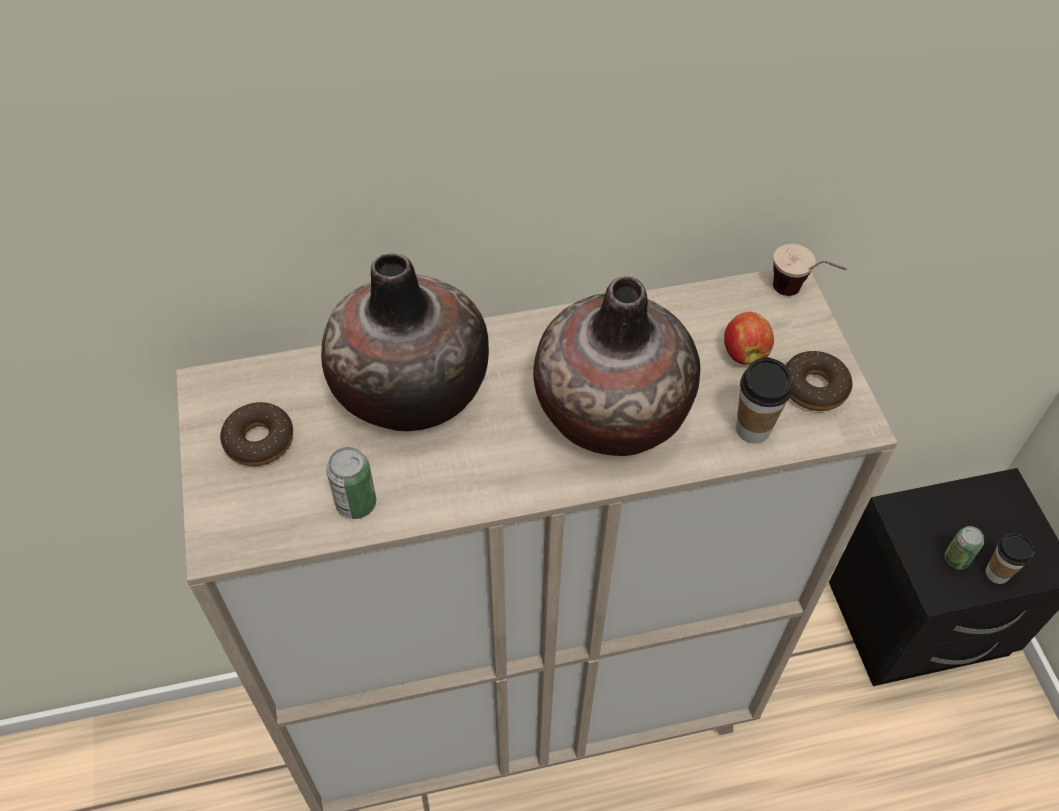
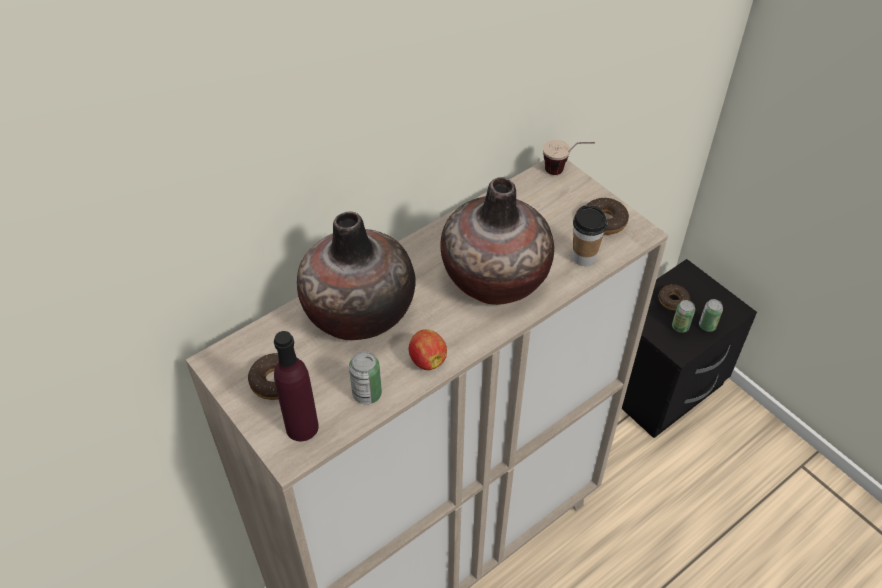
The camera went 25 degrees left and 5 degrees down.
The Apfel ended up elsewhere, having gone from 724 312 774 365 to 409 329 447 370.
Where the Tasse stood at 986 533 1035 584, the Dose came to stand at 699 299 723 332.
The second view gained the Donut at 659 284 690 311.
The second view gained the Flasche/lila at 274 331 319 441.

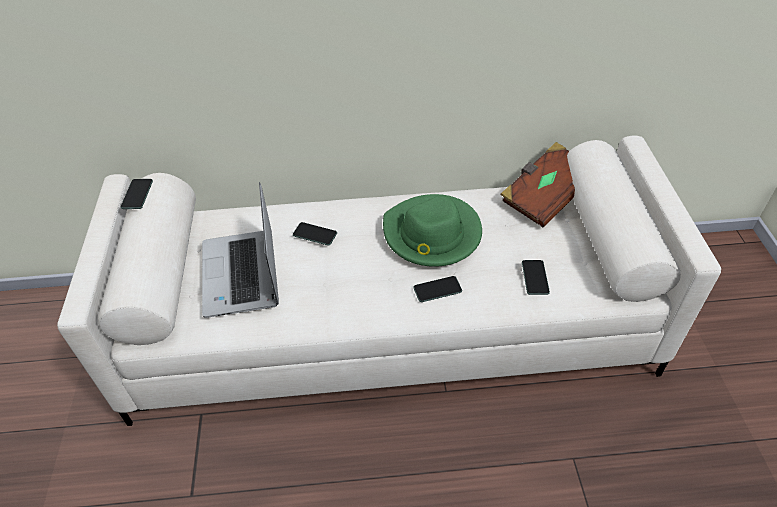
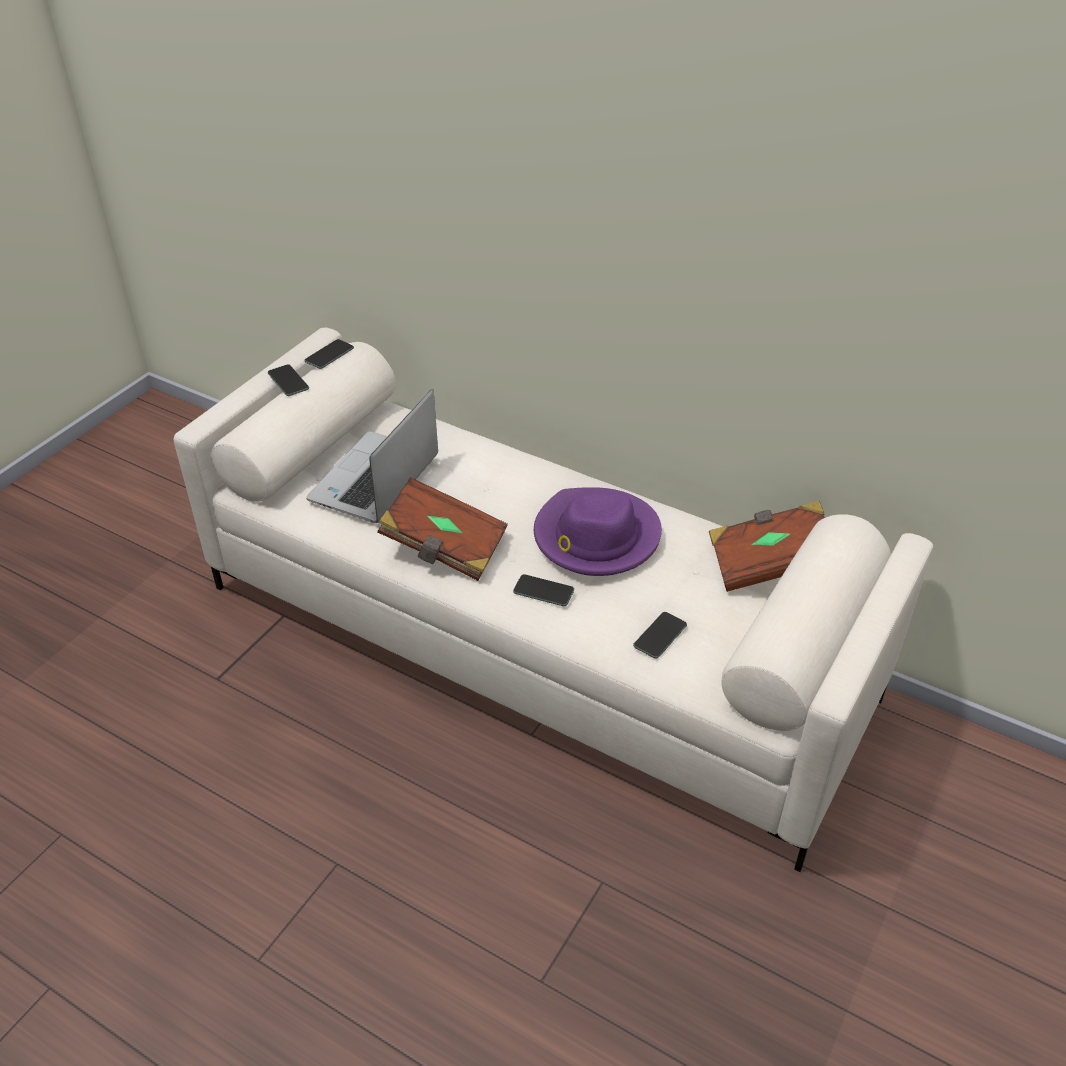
The camera went 35 degrees right and 5 degrees down.
What was the Hut/grün at 383 194 482 267 turned into the Hut/lila at 534 487 662 576.
The Handy ended up elsewhere, having gone from 293 222 337 245 to 268 364 309 396.
The second view gained the Buch/braun at 377 477 508 581.

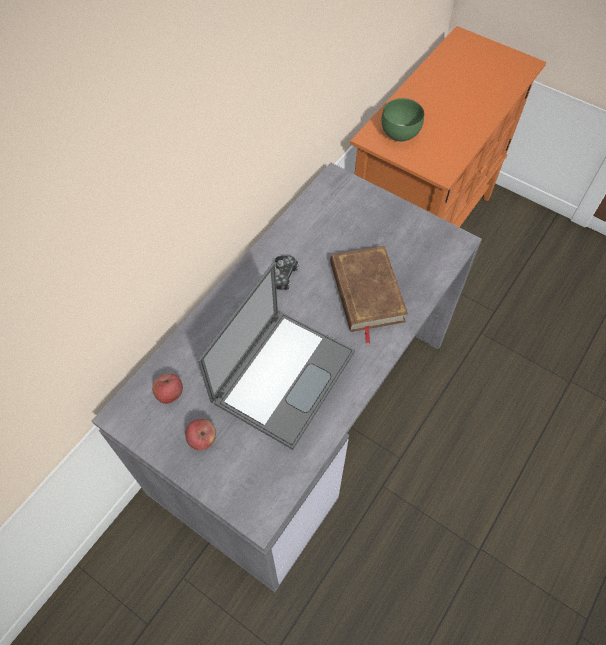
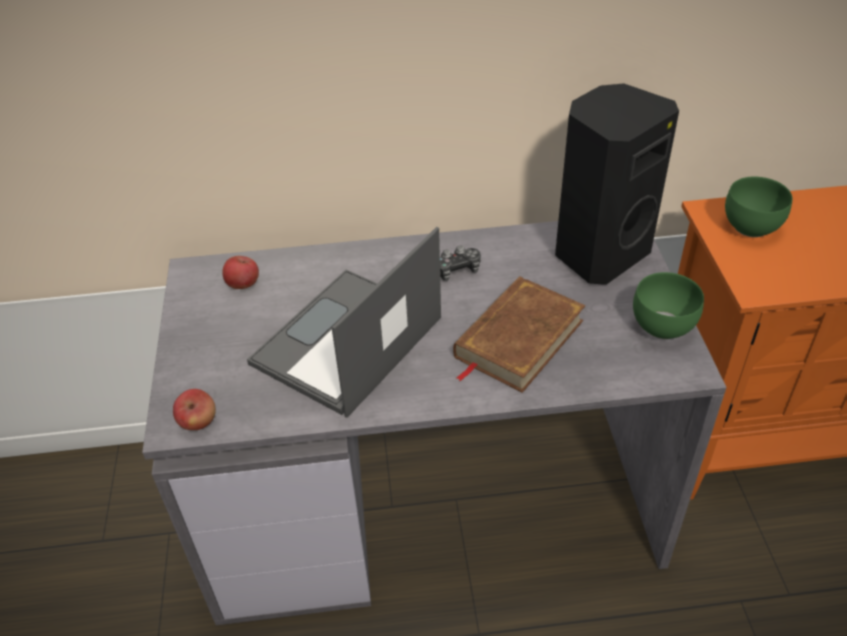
The camera went 50 degrees right and 15 degrees down.
The Laptop at 198 263 355 450 ended up facing another way, 135 degrees clockwise from before.
The Apfel ended up elsewhere, having gone from 185 419 216 450 to 173 389 216 430.
The second view gained the Lautsprecher/schwarz at 555 83 679 285.
The second view gained the Schüssel/grün at 633 272 704 339.

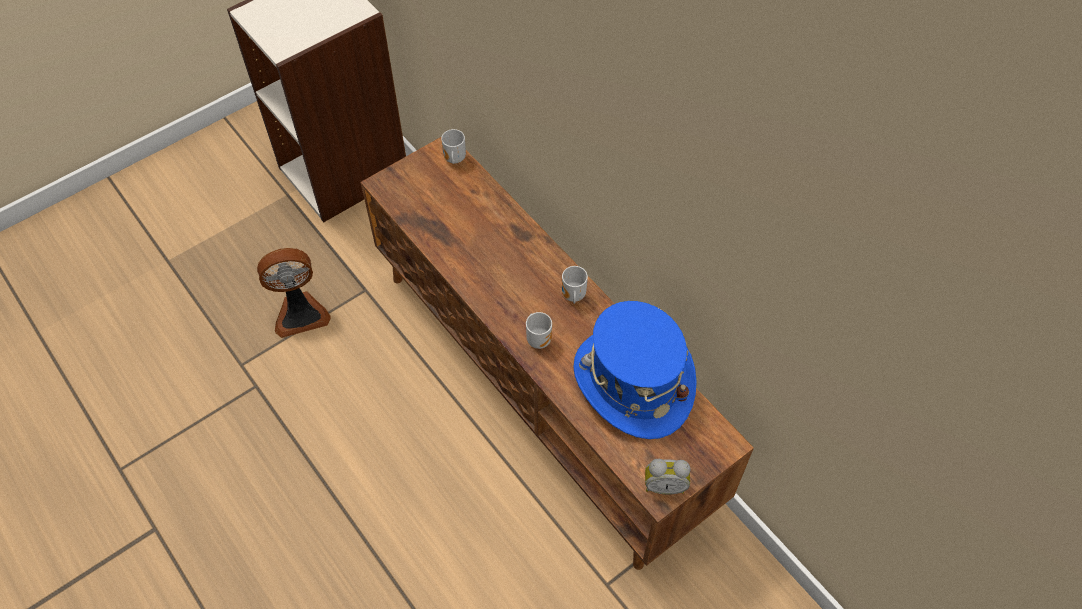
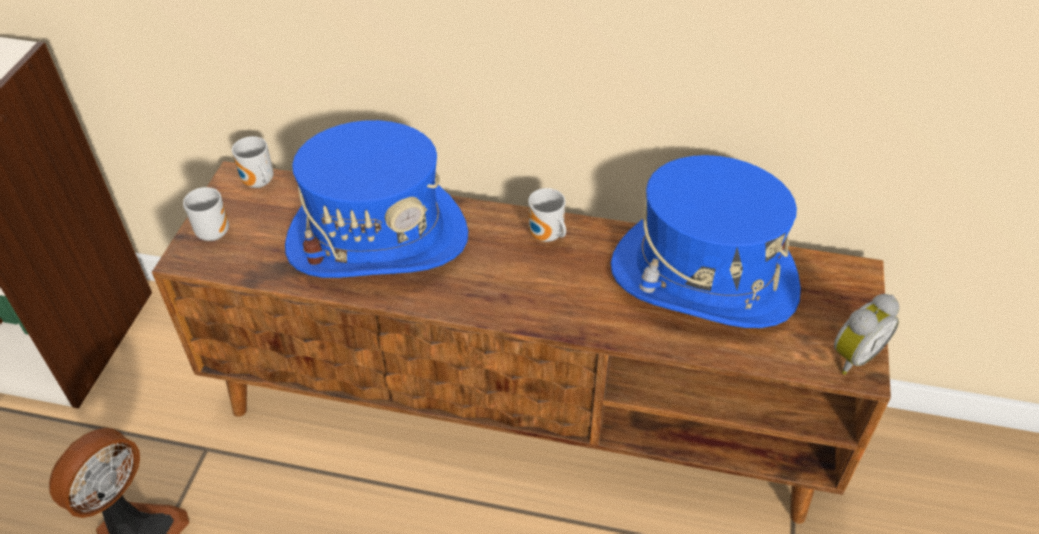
The camera went 40 degrees left and 10 degrees down.
The Henkelbecher ended up elsewhere, having gone from 526 312 552 349 to 183 187 229 241.
The second view gained the Hut/blau at 285 120 468 278.

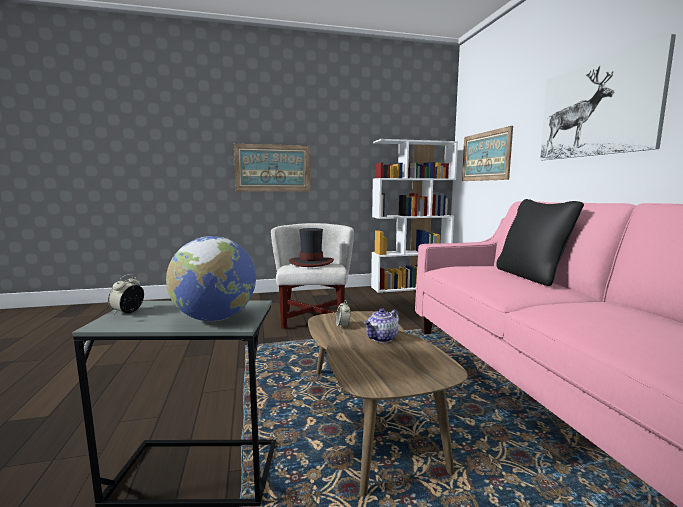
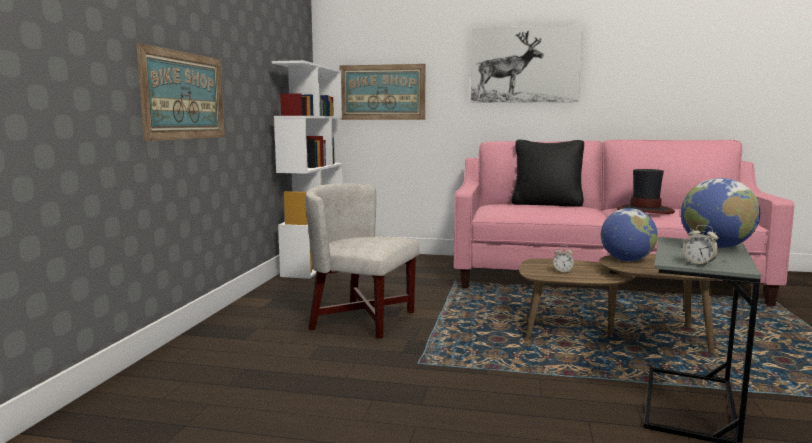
The camera went 65 degrees left and 0 degrees up.
The Hut ended up elsewhere, having gone from 289 228 334 267 to 617 169 675 214.
Where the Teekanne stood at 364 308 399 343, the Globus came to stand at 601 208 658 261.

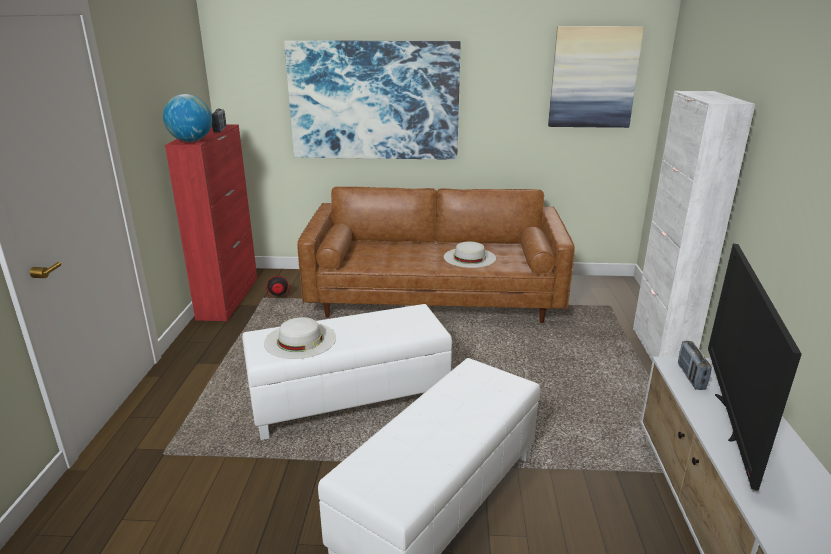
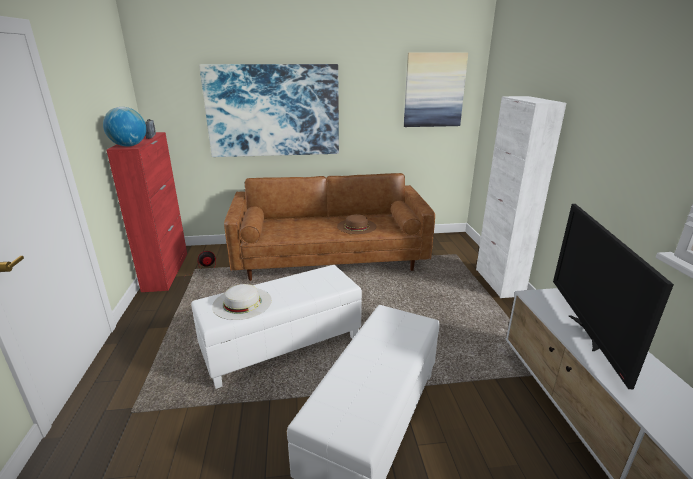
The camera went 10 degrees left and 0 degrees up.
What was the Hut/weiß at 444 242 496 268 turned into the Hut/braun at 337 214 376 234.
The second view lost the Radio at 678 341 712 390.

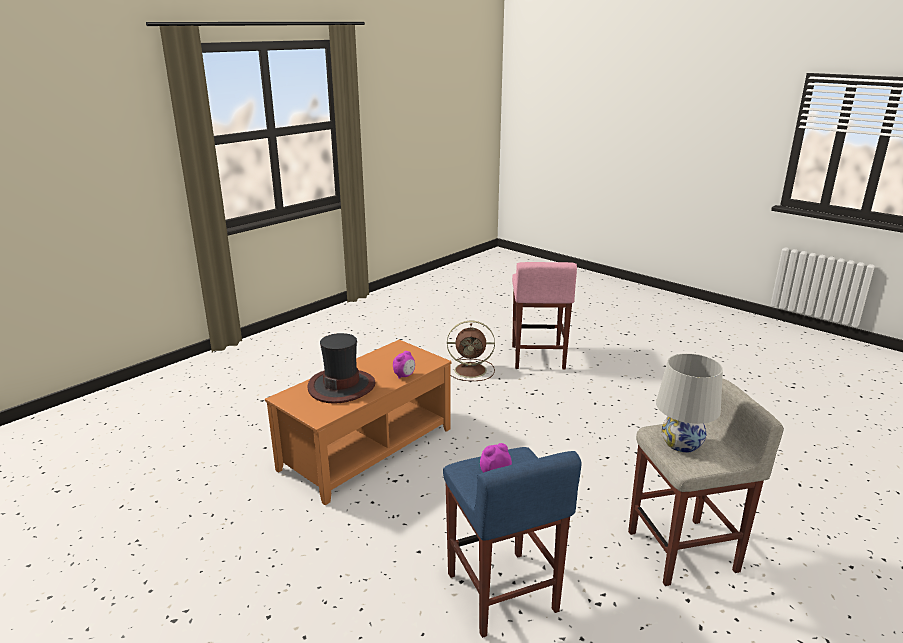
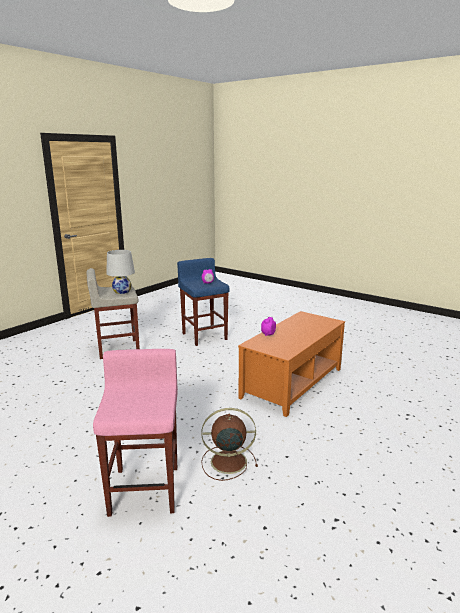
The camera went 175 degrees right and 5 degrees down.
The second view lost the Hut at 307 333 376 404.

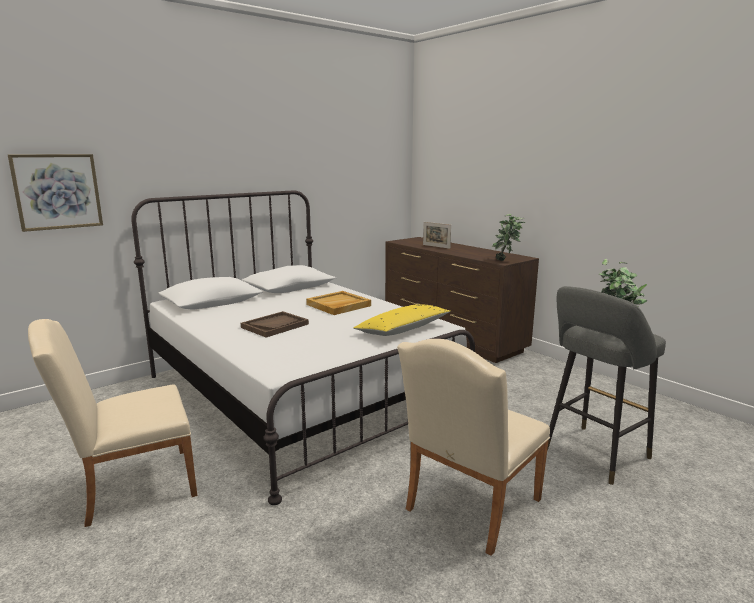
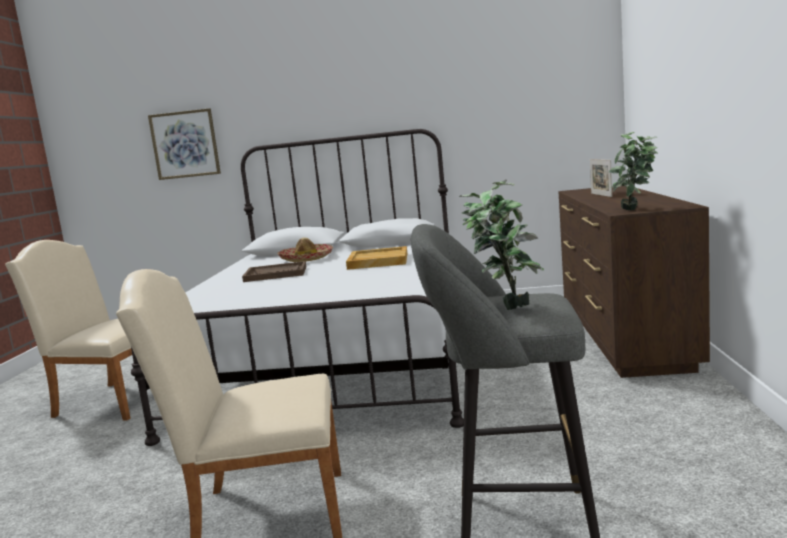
The camera went 45 degrees right and 5 degrees down.
The second view lost the Kissen/gelb at 353 304 451 336.
The second view gained the Hut at 277 237 333 262.

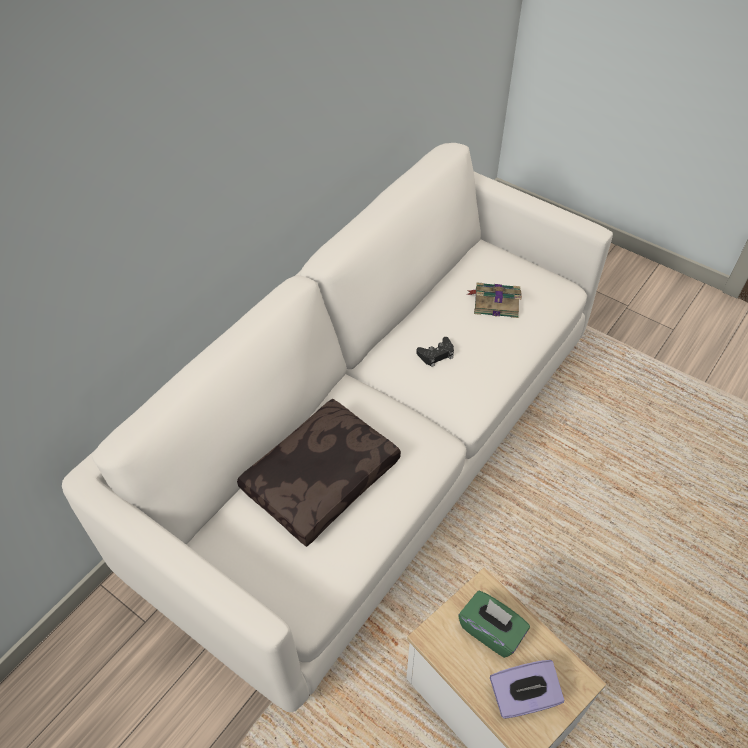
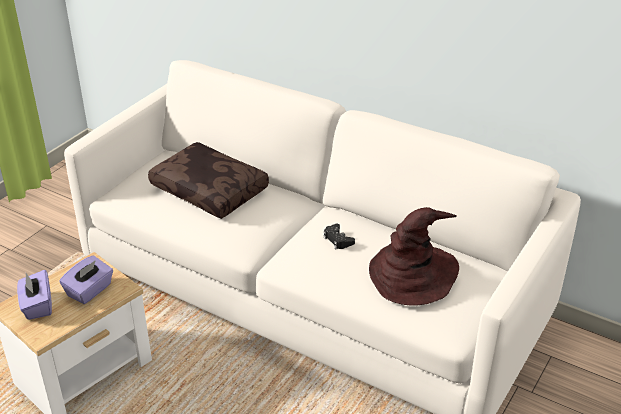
The camera went 85 degrees right and 15 degrees down.
Where the Buch stood at 467 282 522 318, the Hut/braun came to stand at 369 207 459 306.
What was the Taschentuchbox/grün at 458 591 530 658 turned into the Taschentuchbox/lila at 59 255 113 304.

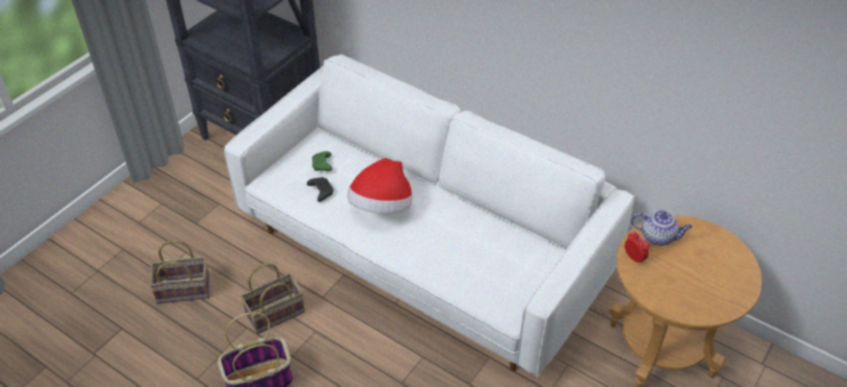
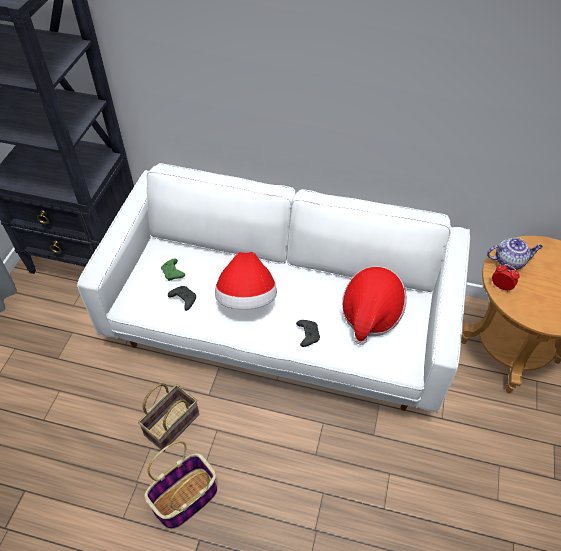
The camera went 20 degrees left and 5 degrees up.
The second view lost the Korb at 149 240 210 304.
The second view gained the Hut at 342 266 407 345.
The second view gained the Gamepad/schwarz at 296 320 320 347.

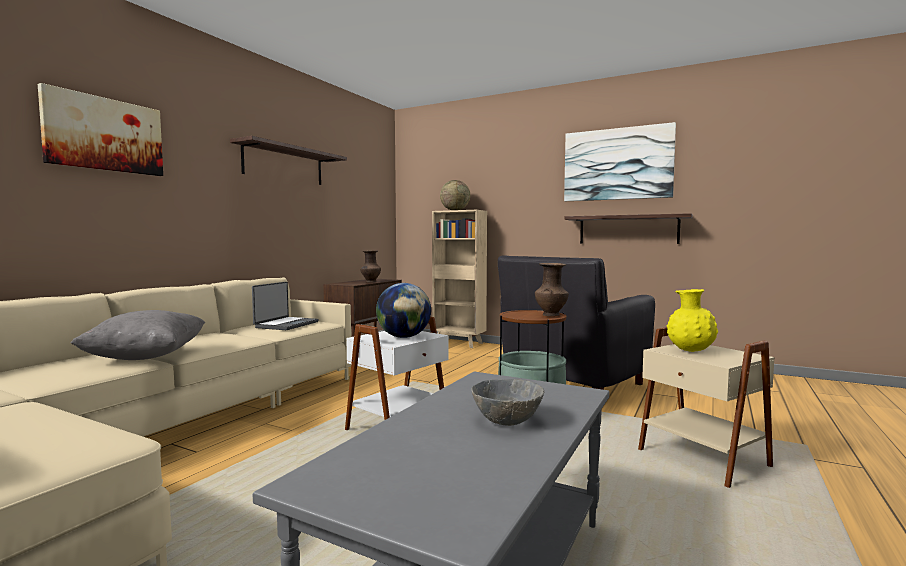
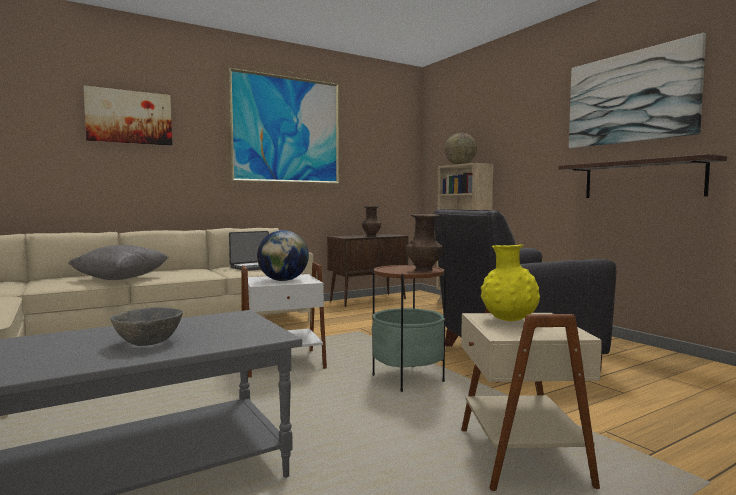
The camera went 30 degrees right and 0 degrees up.
Where the Wandregal hung at 230 136 347 185, the Bild came to hang at 223 62 343 189.

